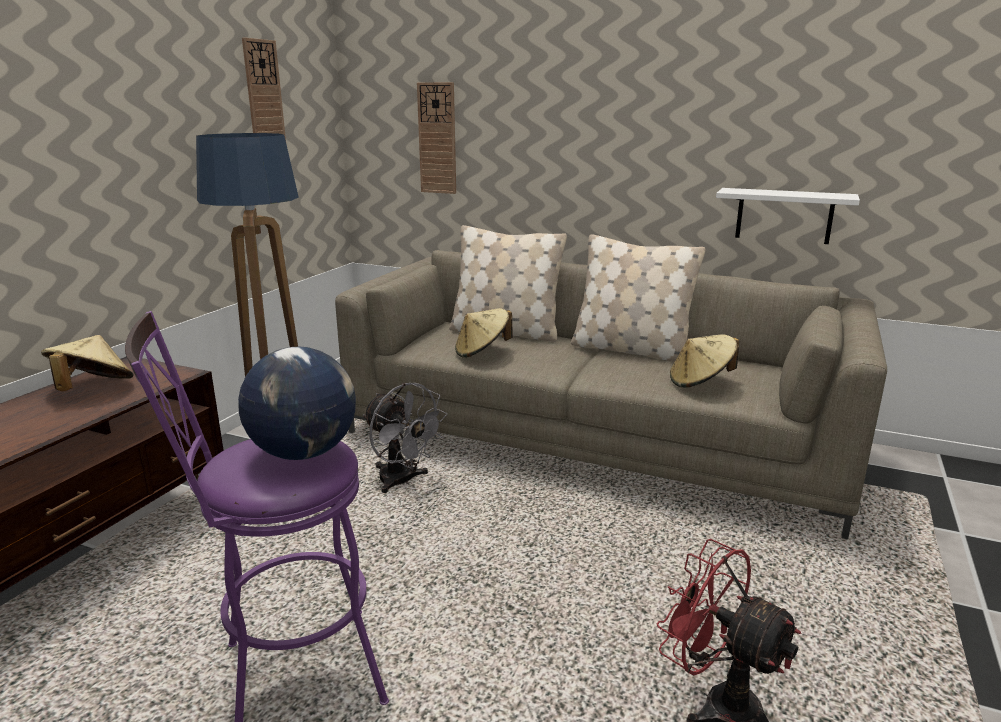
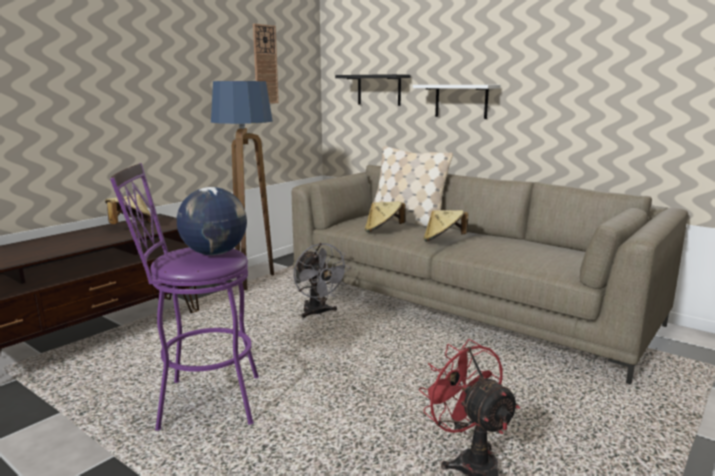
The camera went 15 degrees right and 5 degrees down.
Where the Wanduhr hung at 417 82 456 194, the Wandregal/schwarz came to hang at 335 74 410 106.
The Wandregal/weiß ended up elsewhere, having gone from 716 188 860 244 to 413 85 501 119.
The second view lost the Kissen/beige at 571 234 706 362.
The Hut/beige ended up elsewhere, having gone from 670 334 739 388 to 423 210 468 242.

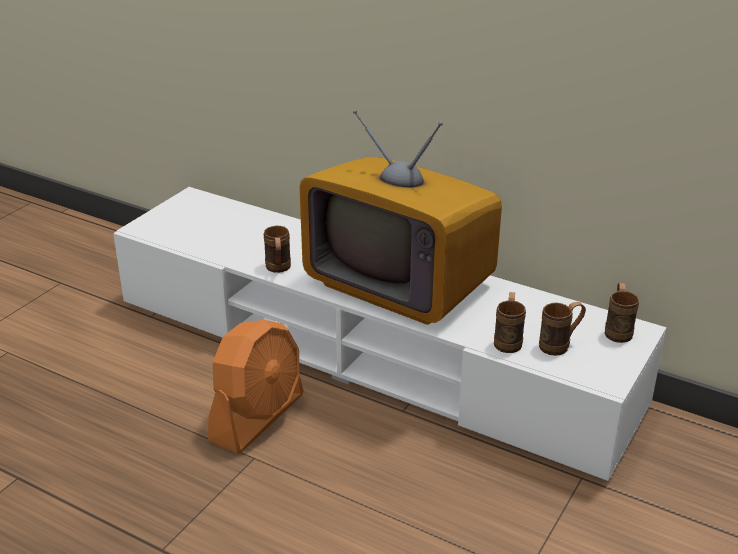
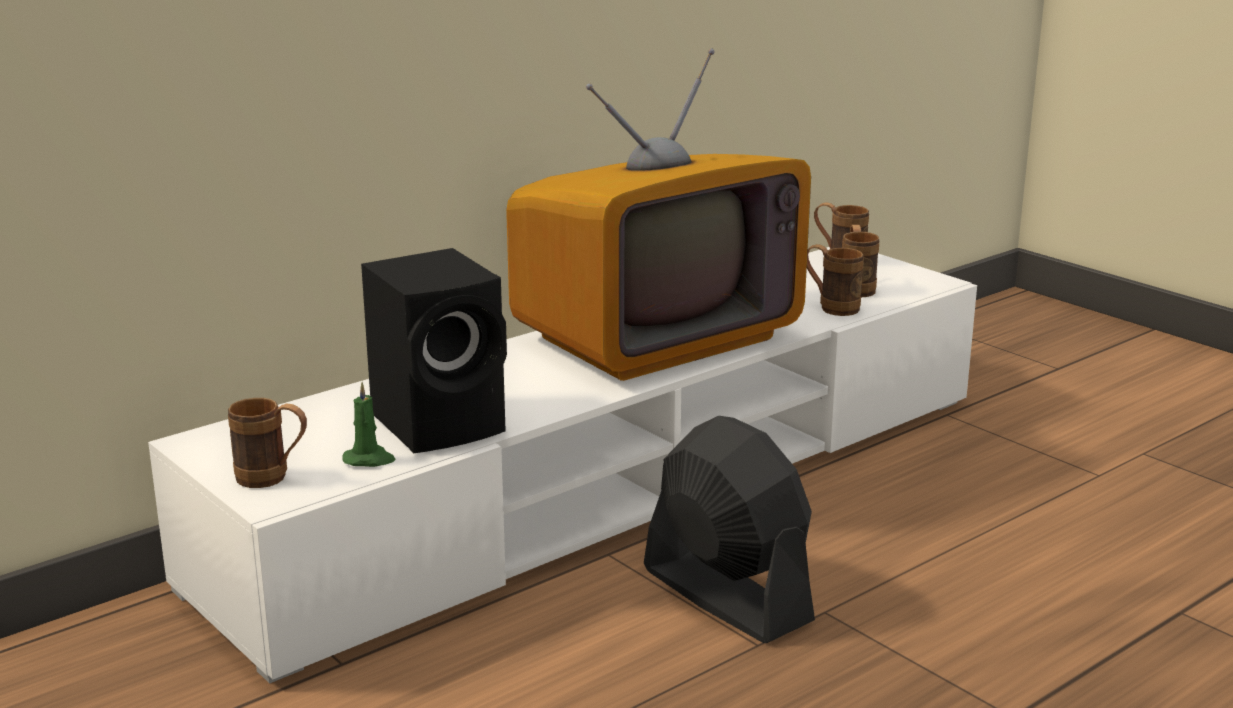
The camera went 70 degrees left and 10 degrees down.
The Henkelbecher/braun ended up elsewhere, having gone from 264 226 291 273 to 228 398 307 488.
What was the Ventilator/orange at 208 320 304 454 turned into the Ventilator/schwarz at 644 416 815 643.
The second view gained the Lautsprecher/schwarz at 361 248 507 453.
The second view gained the Kerze/grün at 342 382 396 467.

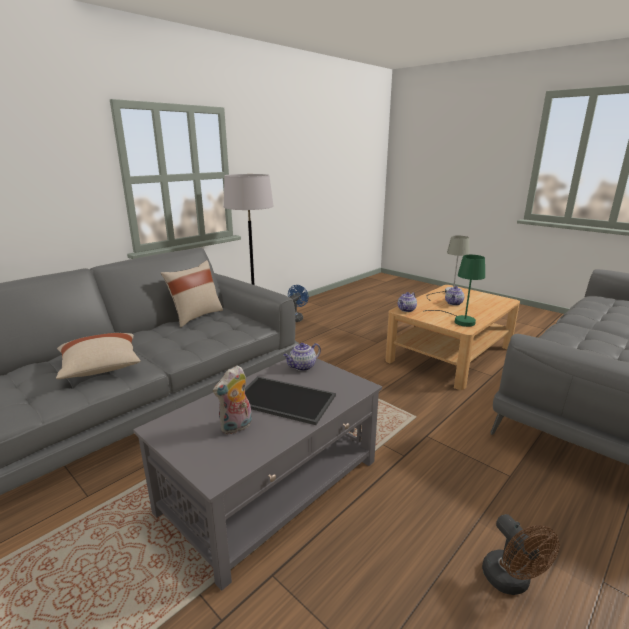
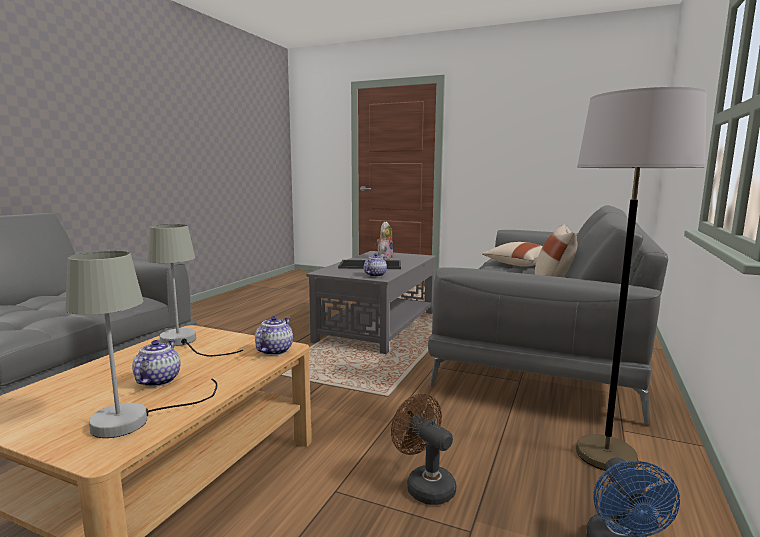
The camera went 160 degrees right and 10 degrees down.
What was the Tischlampe/grün at 423 255 485 327 turned into the Tischlampe/grau at 147 224 243 357.
The Ventilator/braun ended up elsewhere, having gone from 482 514 560 595 to 391 393 456 505.

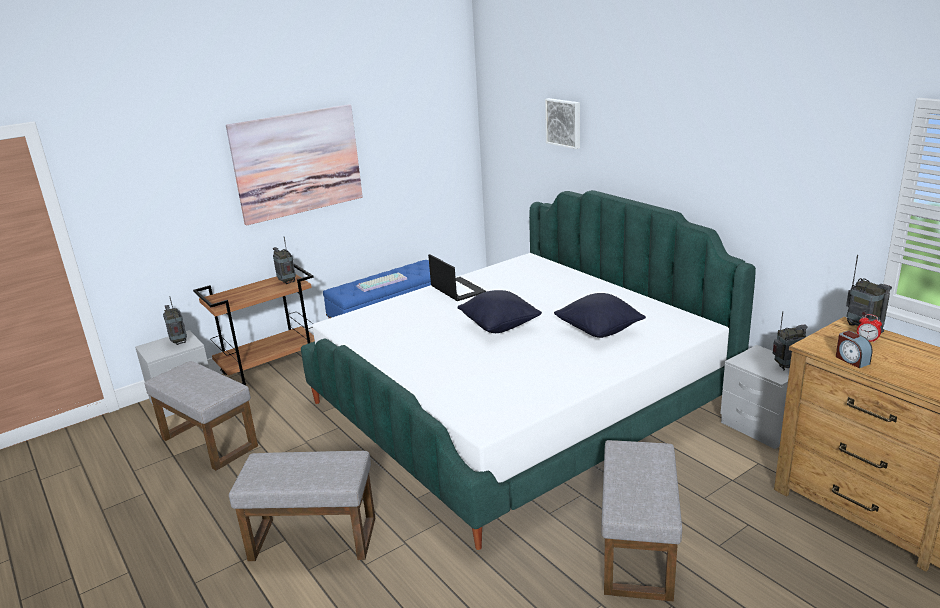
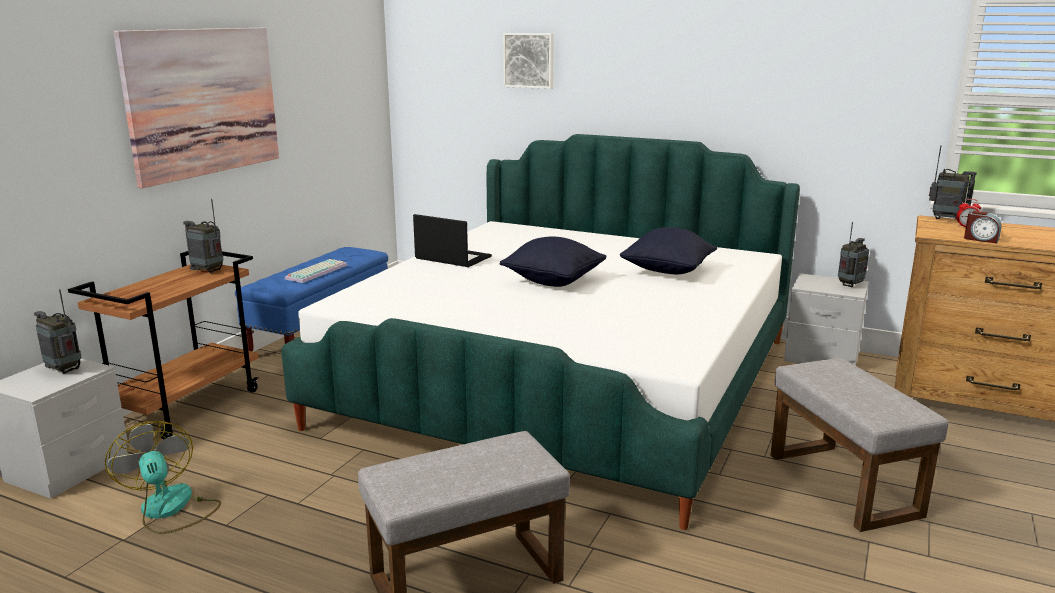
The camera went 30 degrees left and 5 degrees down.
Where the Polsterhocker/grau stood at 145 361 258 471, the Ventilator came to stand at 105 421 221 534.

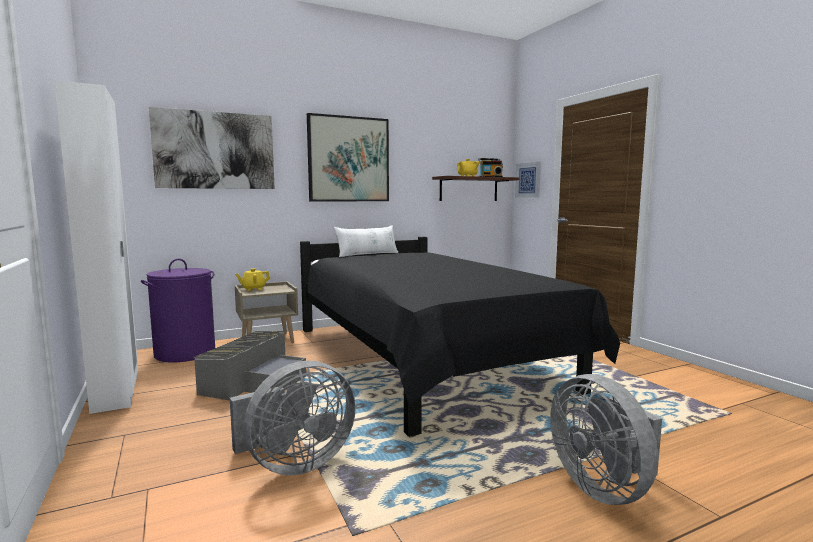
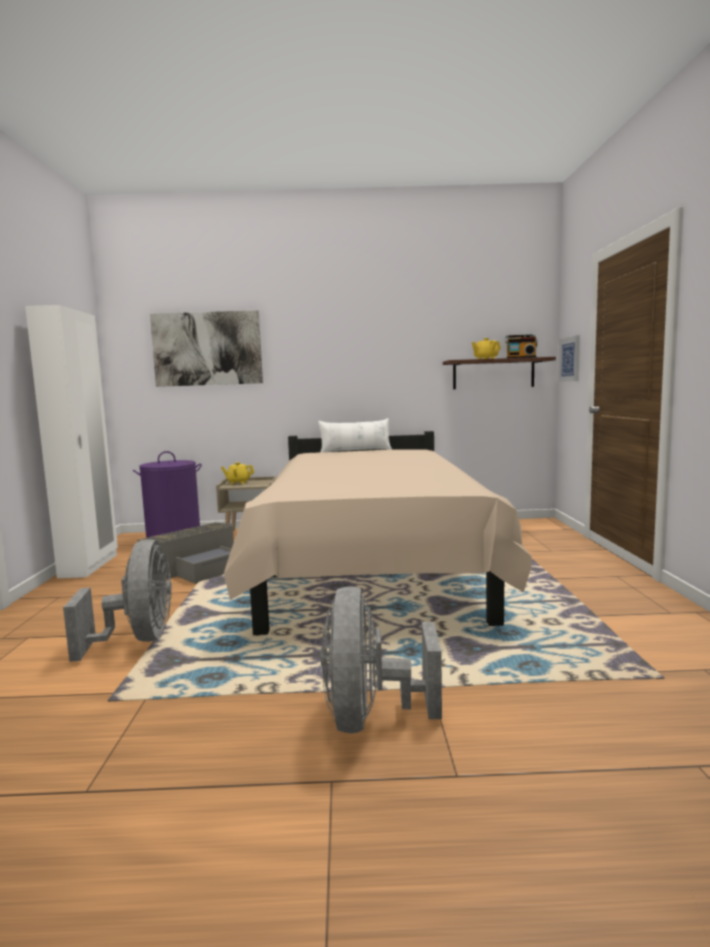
The camera went 25 degrees right and 0 degrees up.
The second view lost the Bild at 307 113 389 201.
What was the Bett/schwarz at 300 237 620 437 turned into the Bett/beige at 224 431 531 635.
The Ventilator/grau at 230 361 356 476 ended up facing another way, 90 degrees counterclockwise from before.

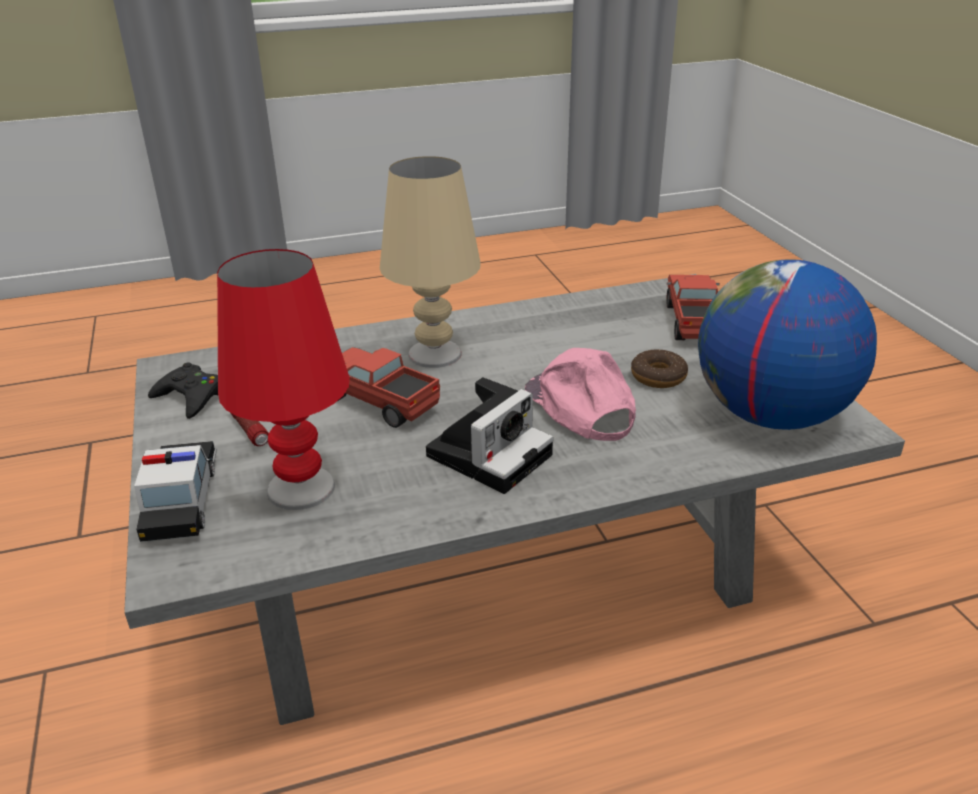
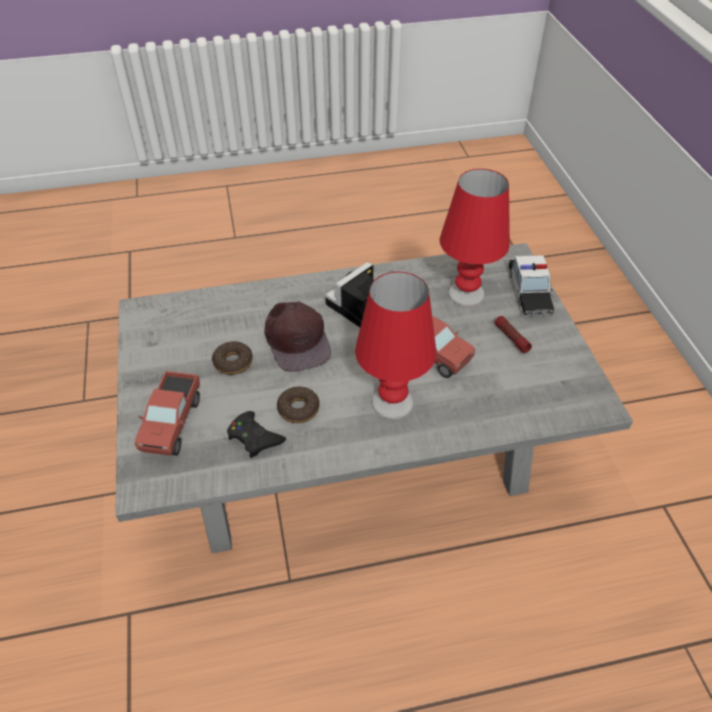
The camera went 175 degrees left and 15 degrees up.
What was the Tischlampe/beige at 380 156 481 368 turned into the Tischlampe/rot at 355 272 436 420.
The second view lost the Globus at 698 259 877 430.
What was the Kappe/rosa at 525 348 636 441 turned into the Kappe/braun at 264 301 331 372.
The Gamepad/schwarz ended up elsewhere, having gone from 148 362 218 419 to 227 411 286 458.
The second view gained the Donut at 277 386 319 423.

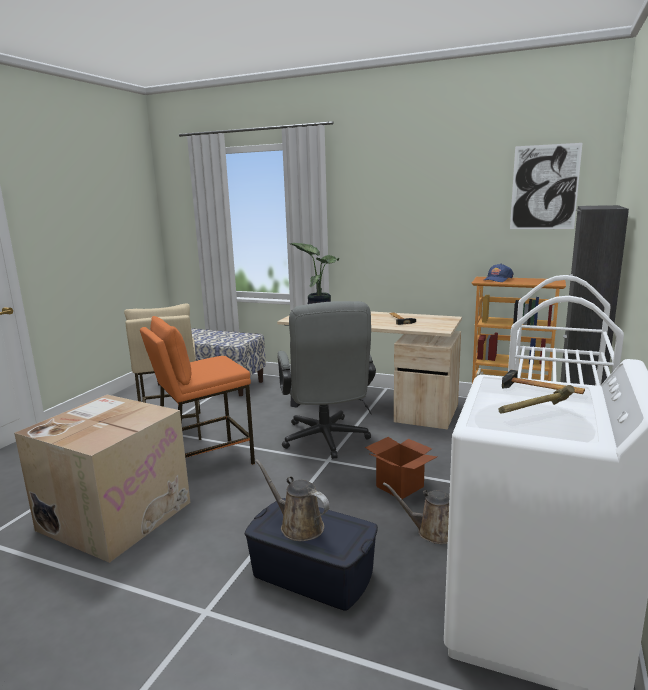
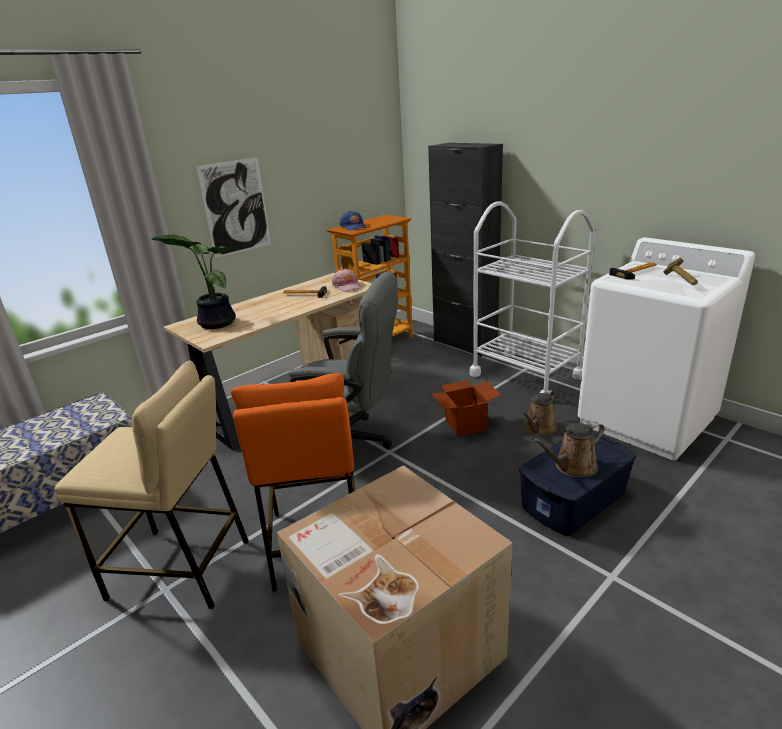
The camera went 65 degrees left and 10 degrees up.
The Bild ended up elsewhere, having gone from 510 143 582 229 to 196 158 271 258.
The second view gained the Kappe/rosa at 332 269 362 292.

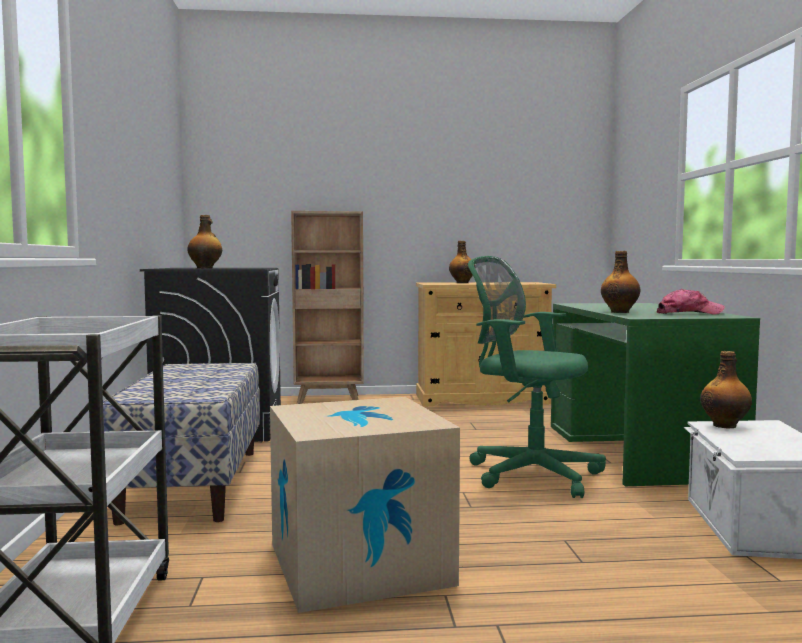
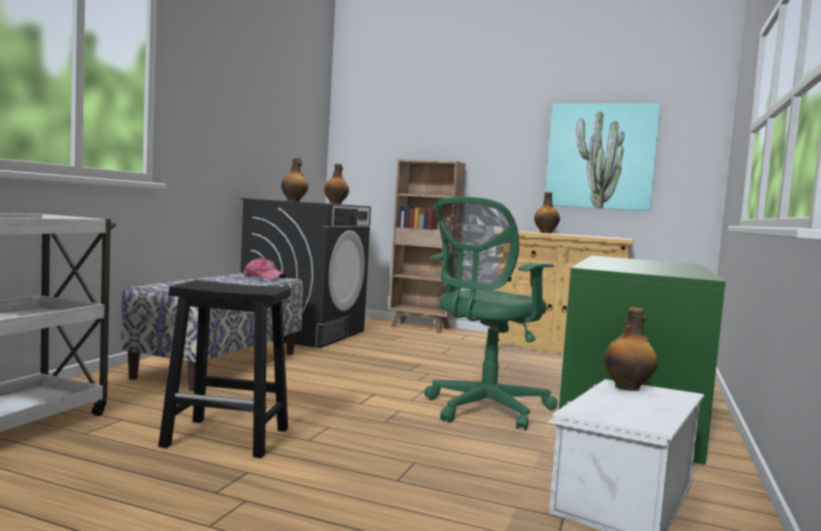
The camera went 25 degrees right and 0 degrees up.
The Flasche ended up elsewhere, having gone from 601 251 641 313 to 324 164 349 204.
The Bürostuhl/grün at 468 256 606 498 ended up facing another way, 105 degrees counterclockwise from before.
The Kappe ended up elsewhere, having gone from 656 289 725 314 to 243 258 287 280.
Where the Karton stood at 270 397 460 613, the Hocker/schwarz came to stand at 158 280 291 458.
The second view gained the Bild at 545 104 661 211.

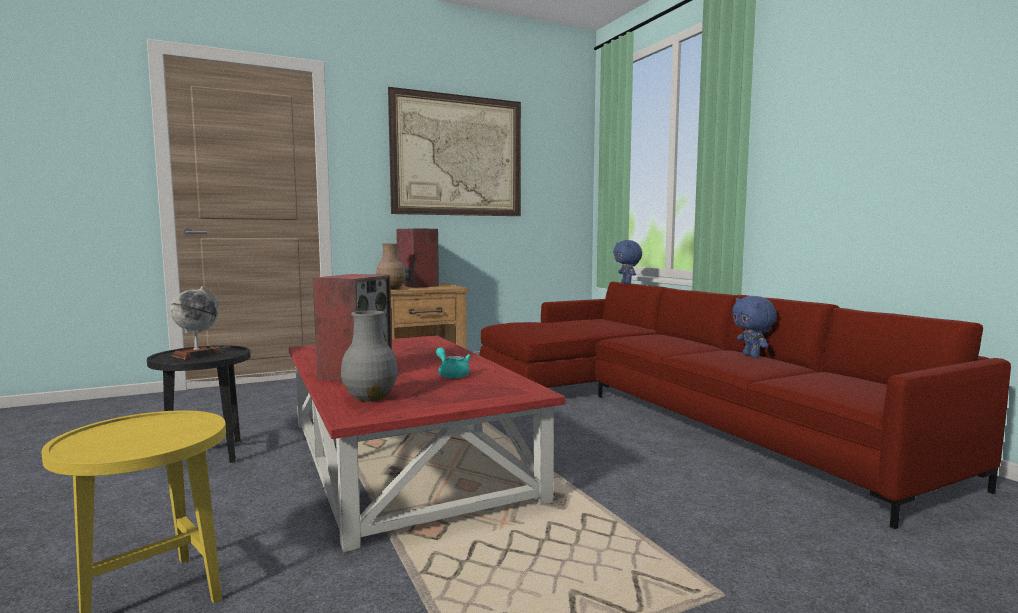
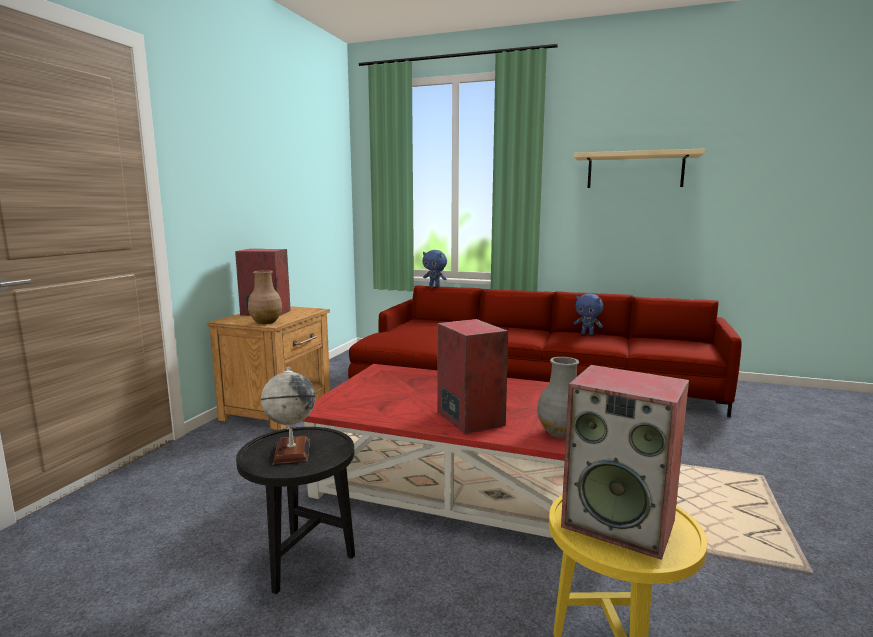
The camera went 45 degrees left and 5 degrees up.
The second view lost the Bild at 388 87 521 216.
The second view lost the Teekanne/türkis at 436 347 471 378.
The second view gained the Wandregal/beige at 574 149 705 188.
The second view gained the Lautsprecher at 561 365 689 560.

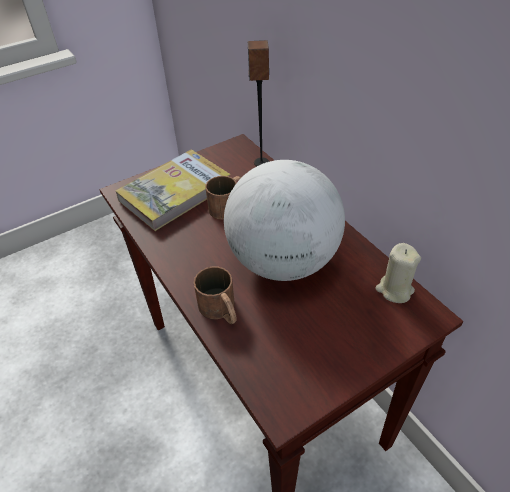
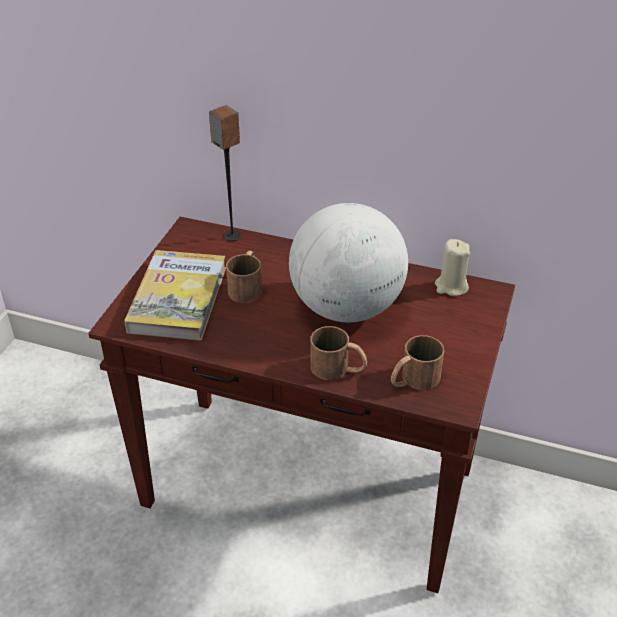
The camera went 40 degrees left and 5 degrees down.
The second view gained the Henkelbecher/braun at 391 335 444 390.

